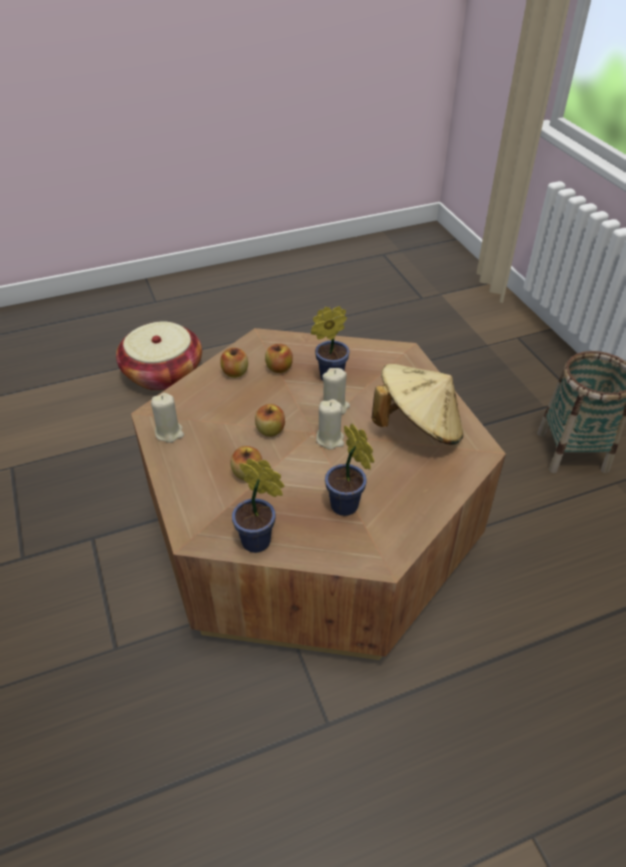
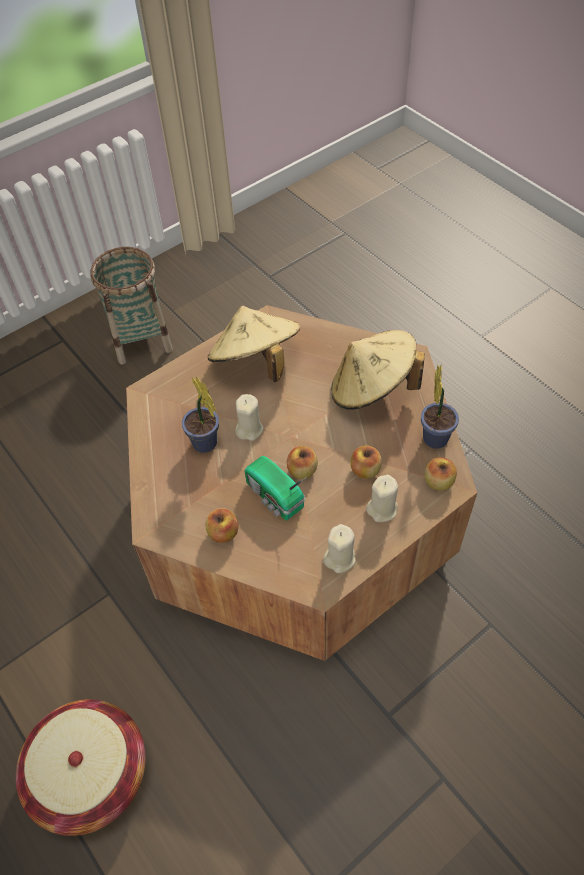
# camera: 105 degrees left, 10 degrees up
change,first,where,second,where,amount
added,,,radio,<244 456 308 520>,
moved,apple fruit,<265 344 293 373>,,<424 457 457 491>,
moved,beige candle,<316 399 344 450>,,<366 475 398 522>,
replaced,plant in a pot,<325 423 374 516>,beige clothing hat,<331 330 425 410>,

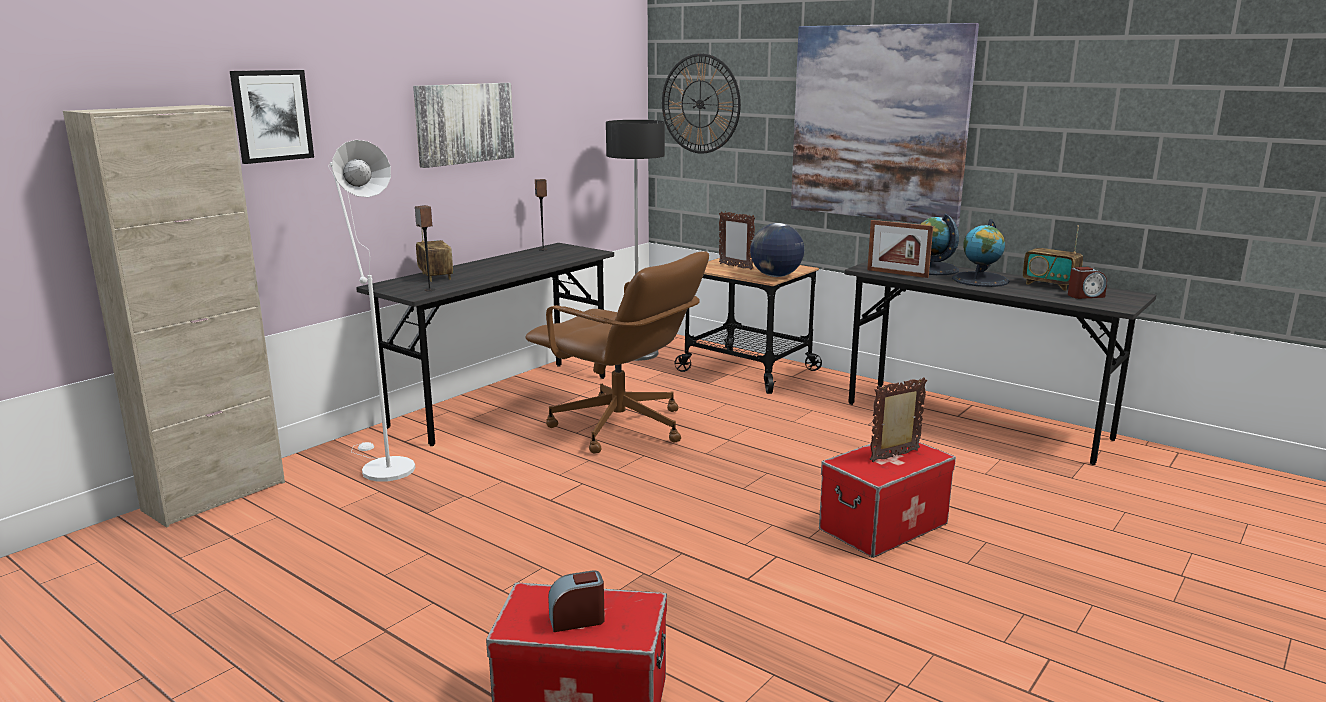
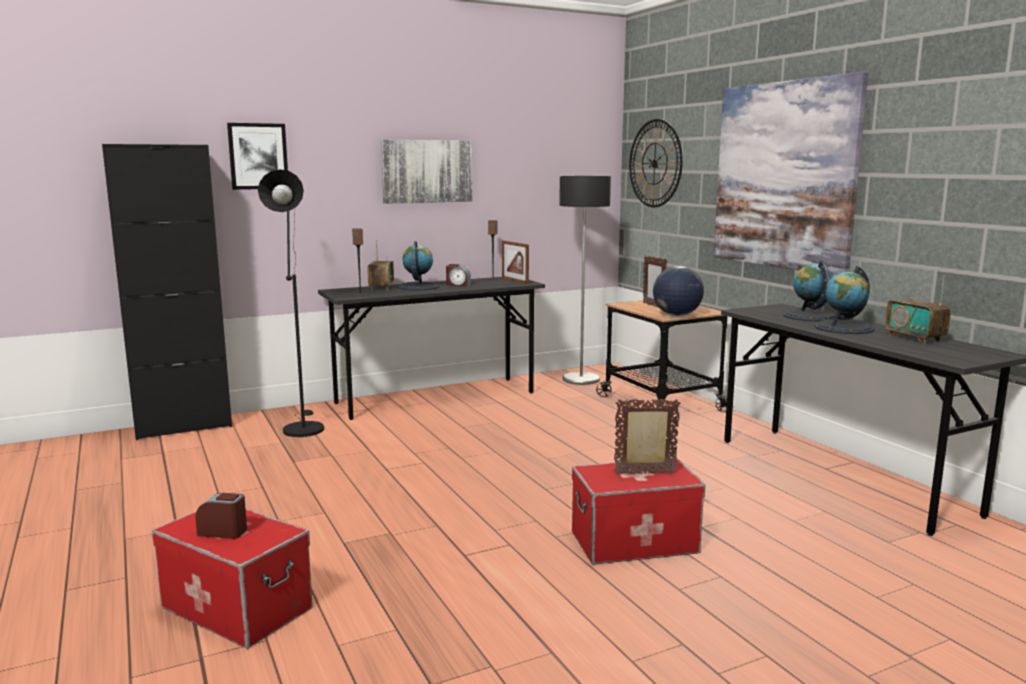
# camera: 25 degrees right, 5 degrees down
change,first,where,second,where,amount
removed,brownish desk chair,<525 251 709 453>,,,
added,,,world globe,<398 241 439 291>,
moved,picture frame,<867 220 933 278>,,<502 240 529 284>,
moved,table clock,<1068 267 1107 299>,,<446 264 471 287>,
recoloured,beige storage cabinet,<63 105 285 527>,black-coloured storage cabinet,<102 144 232 440>,
recoloured,white floor lamp,<328 140 415 482>,black-coloured floor lamp,<258 169 324 437>,

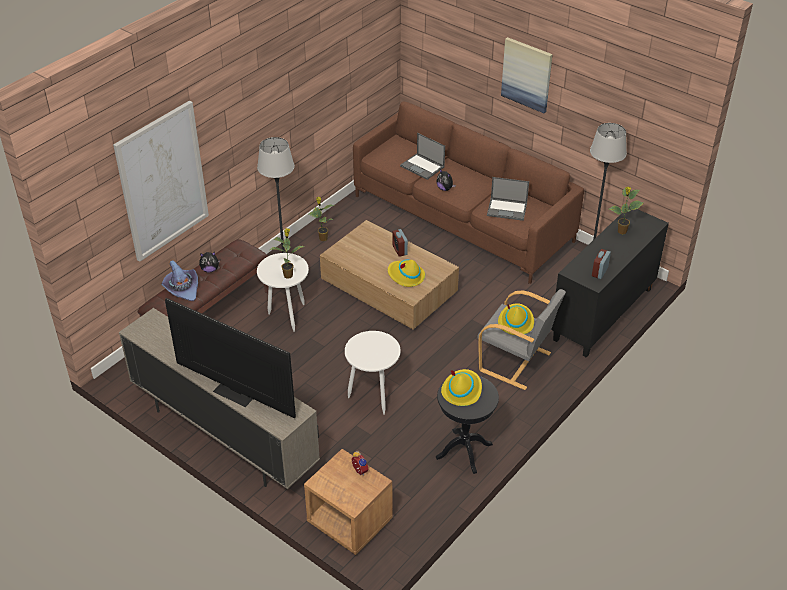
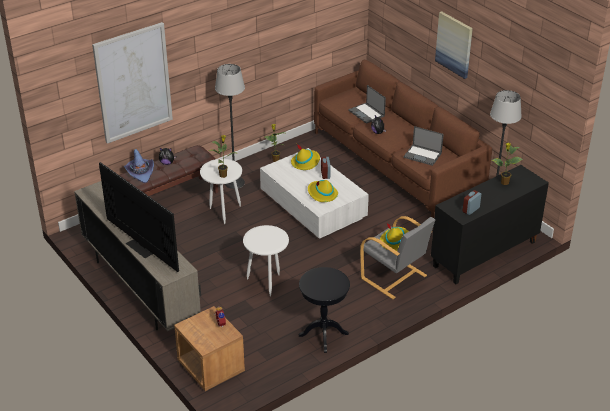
# camera: 15 degrees right, 5 degrees down
change,first,where,second,where,amount
moved,yellowish clothing hat,<441 369 482 406>,,<291 144 320 170>,
recoloured,brownish low table,<320 220 459 329>,white low table,<260 148 369 238>,

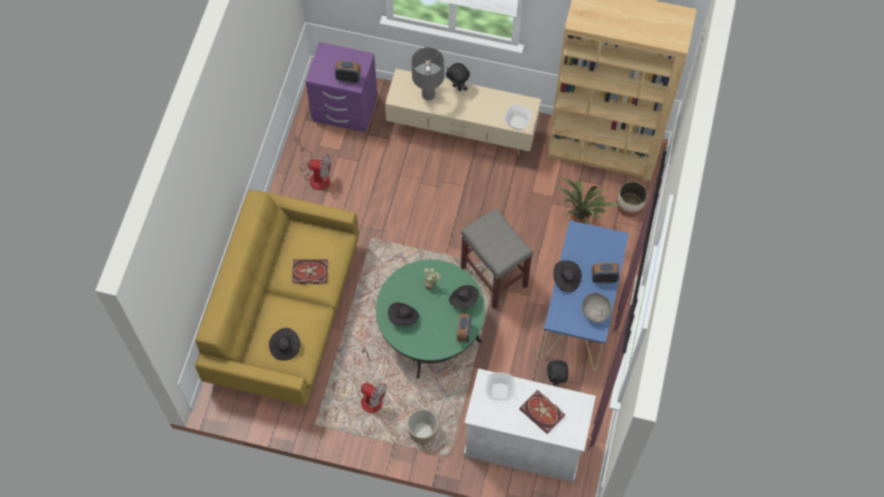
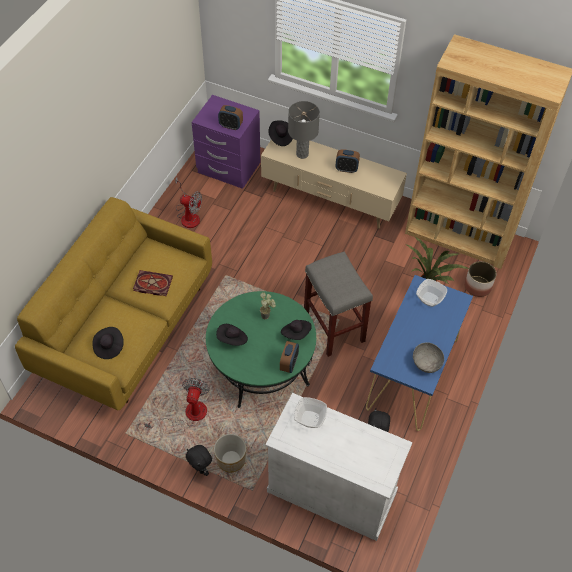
# camera: 10 degrees right, 10 degrees down
change,first,where,second,where,amount
removed,volume,<519 390 565 434>,,,
moved,black-coloured soft toy,<446 63 470 91>,,<186 445 212 476>,
moved,bowl,<504 105 532 130>,,<416 279 447 307>,
moved,black-coloured clothing hat,<554 260 582 292>,,<268 120 293 146>,
moved,table clock,<592 263 619 283>,,<336 149 360 173>,
turned,electric fan,<358 346 387 413>,,<144 378 210 431>,120 degrees counterclockwise

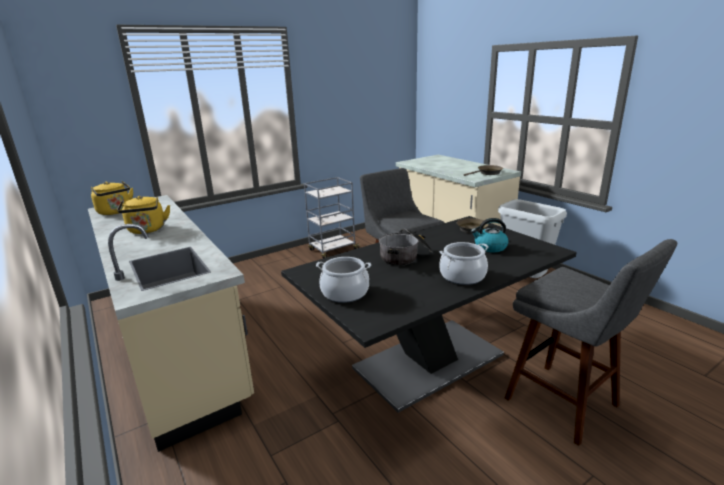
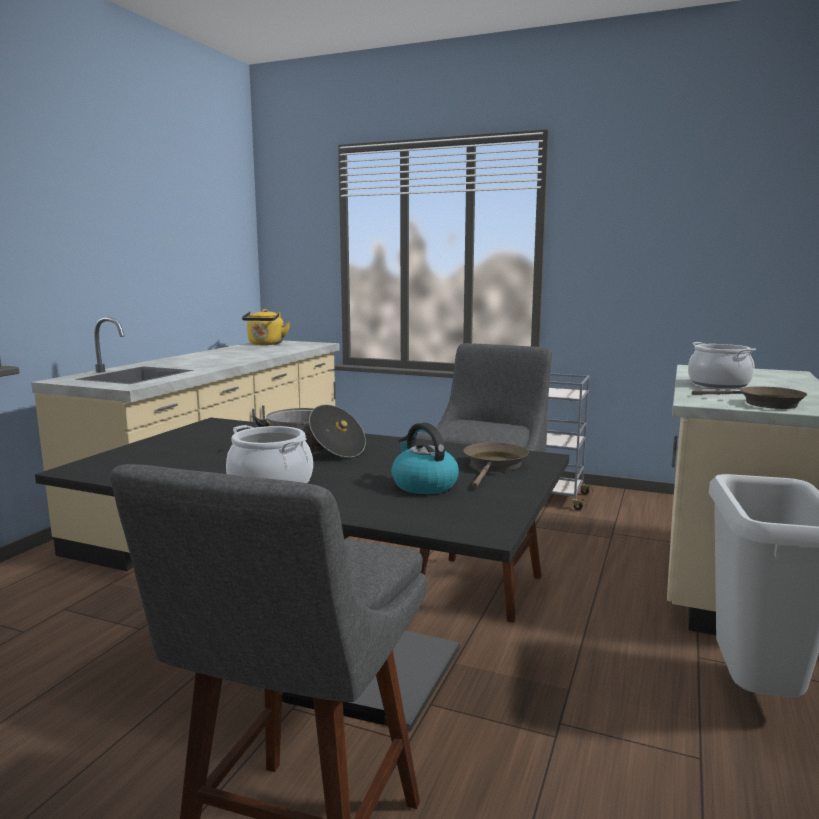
# camera: 55 degrees right, 10 degrees down
change,first,where,second,where,amount
removed,yellowish water kettle,<117 196 170 234>,,,
moved,saucepot,<316 257 371 303>,,<688 342 756 388>,

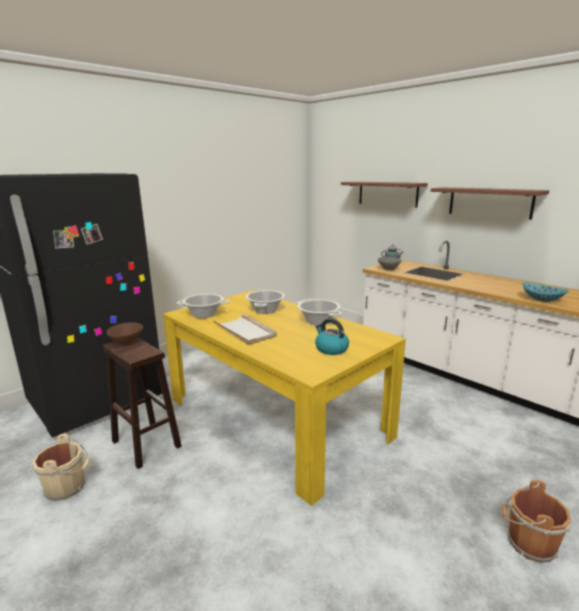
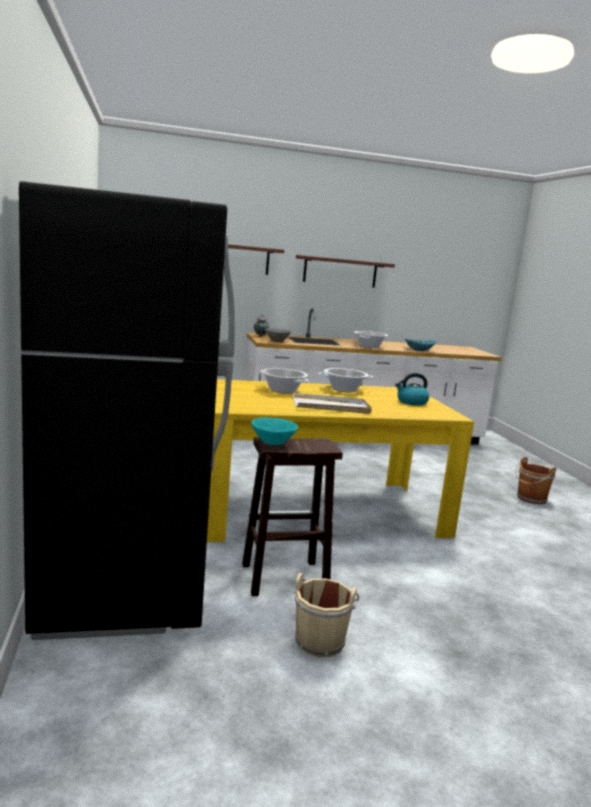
# camera: 60 degrees left, 5 degrees down
change,first,where,second,where,amount
moved,saucepot,<177 294 230 318>,,<354 331 388 348>,
recoloured,brownish bowl,<106 323 143 345>,turquoise bowl,<251 418 298 445>,

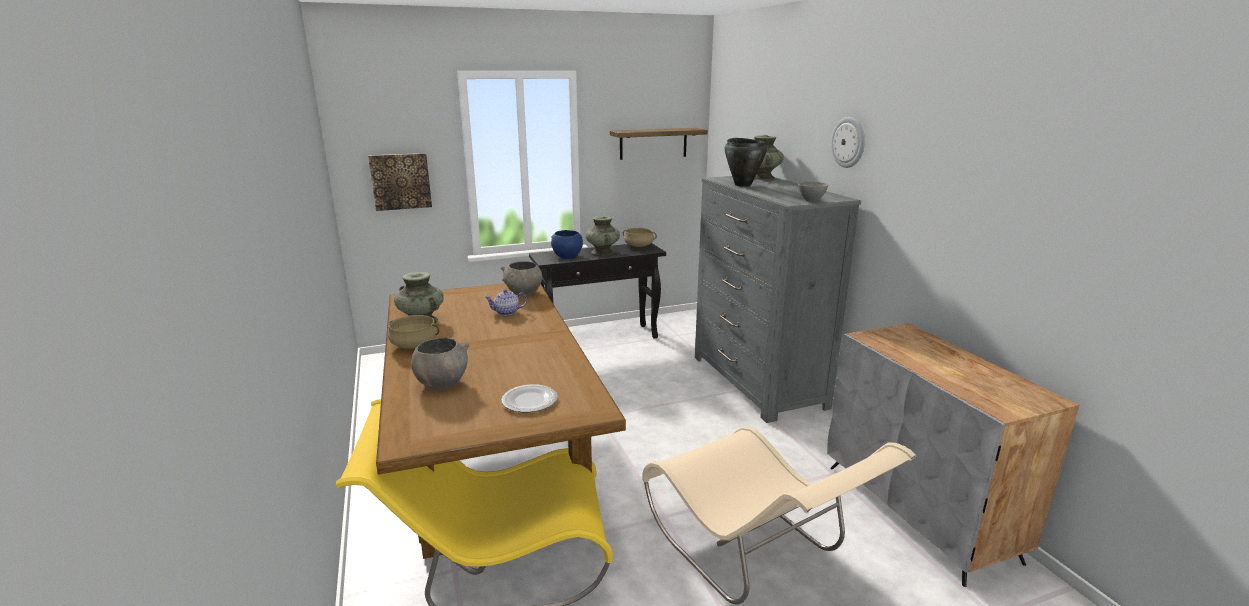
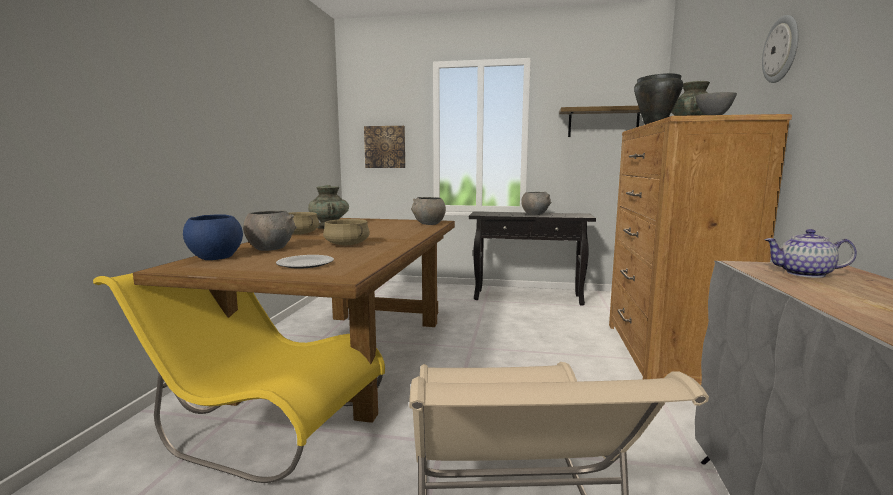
# camera: 30 degrees right, 10 degrees down
change,first,where,second,where,amount
moved,pot for tea,<485 289 527 316>,,<764 229 857 278>,
moved,blue-coloured bowl,<551 230 583 259>,,<183 215 243 260>,
moved,beige saucepot,<623 228 657 247>,,<323 219 370 245>,
replaced,turquoise vase,<585 216 620 255>,grey bowl,<521 192 551 215>,
recoloured,grey chest of drawers,<695 176 861 423>,brownish chest of drawers,<609 114 792 385>,

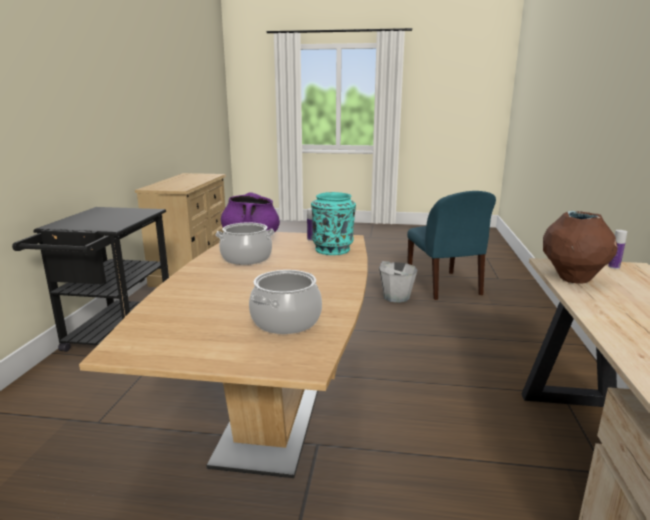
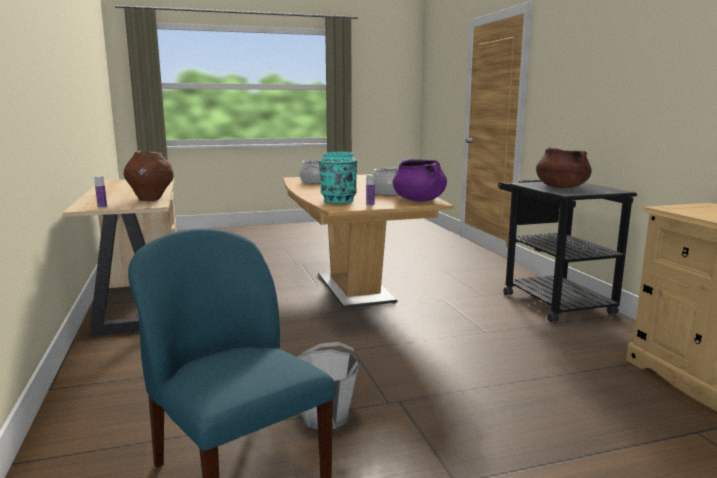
# camera: 155 degrees right, 5 degrees down
change,first,where,second,where,amount
added,,,brownish saucepot,<536 147 592 188>,

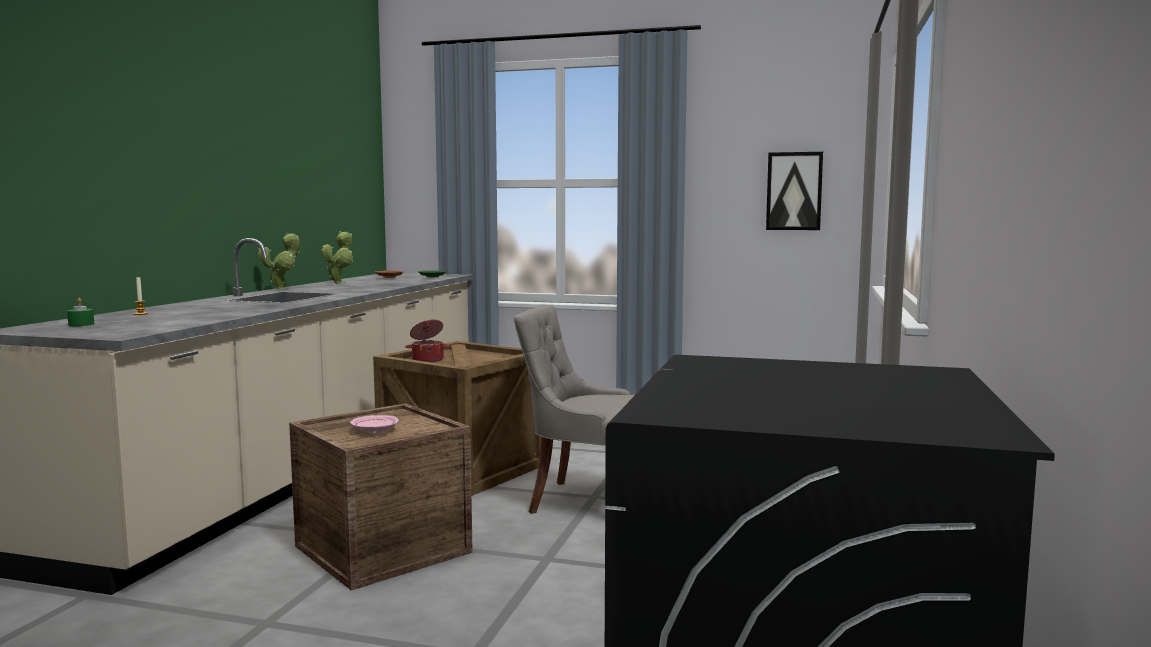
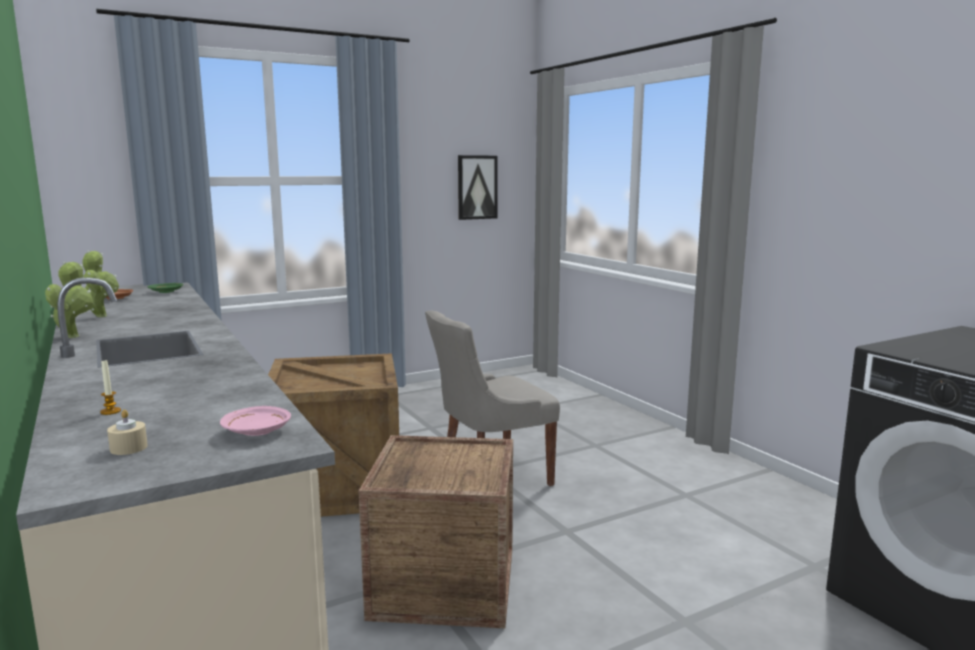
# camera: 45 degrees left, 5 degrees up
change,first,where,second,where,amount
removed,saucepot,<405 319 450 362>,,,
moved,pink dinner plate,<350 415 399 433>,,<220 406 291 436>,
recoloured,green-coloured candle,<67 298 94 326>,beige candle,<107 410 148 455>,

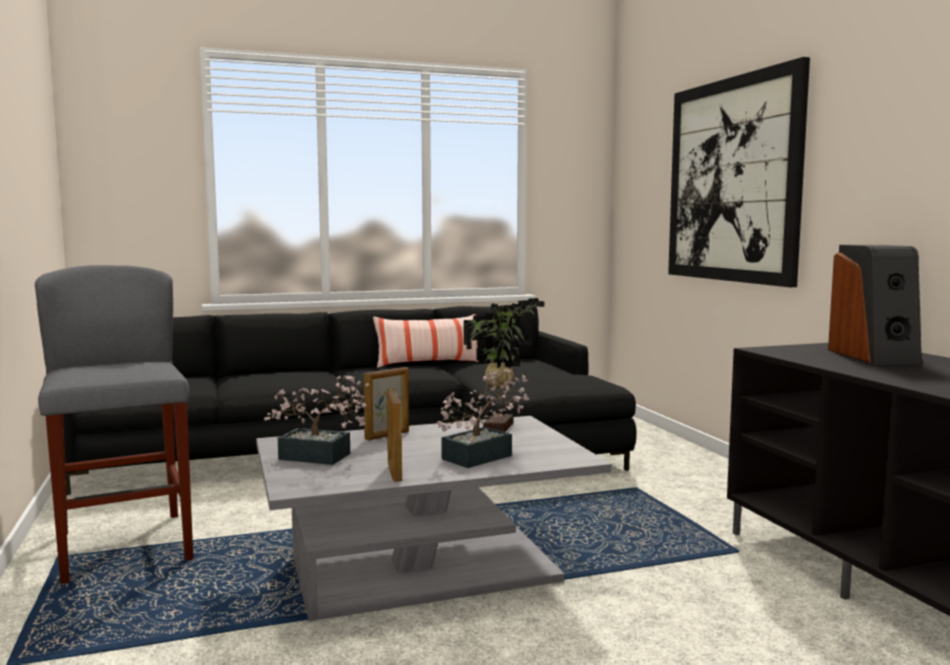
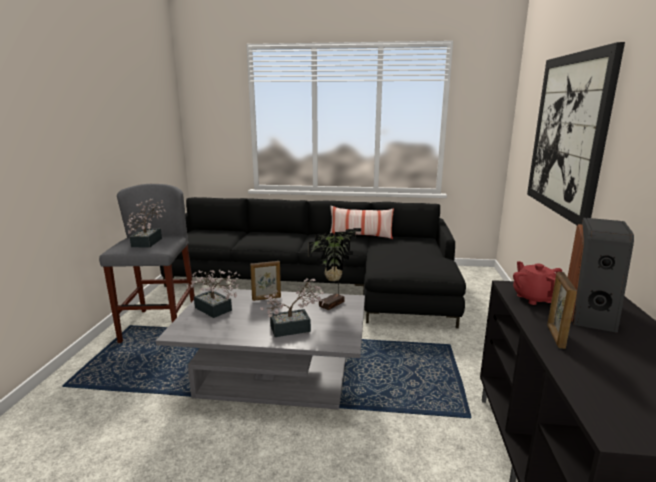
# camera: 25 degrees right, 10 degrees up
change,first,where,second,where,amount
added,,,plant in a pot,<127 199 166 248>,
added,,,red-coloured pot for tea,<513 261 562 305>,
moved,picture frame,<387 390 402 482>,,<547 272 577 349>,

